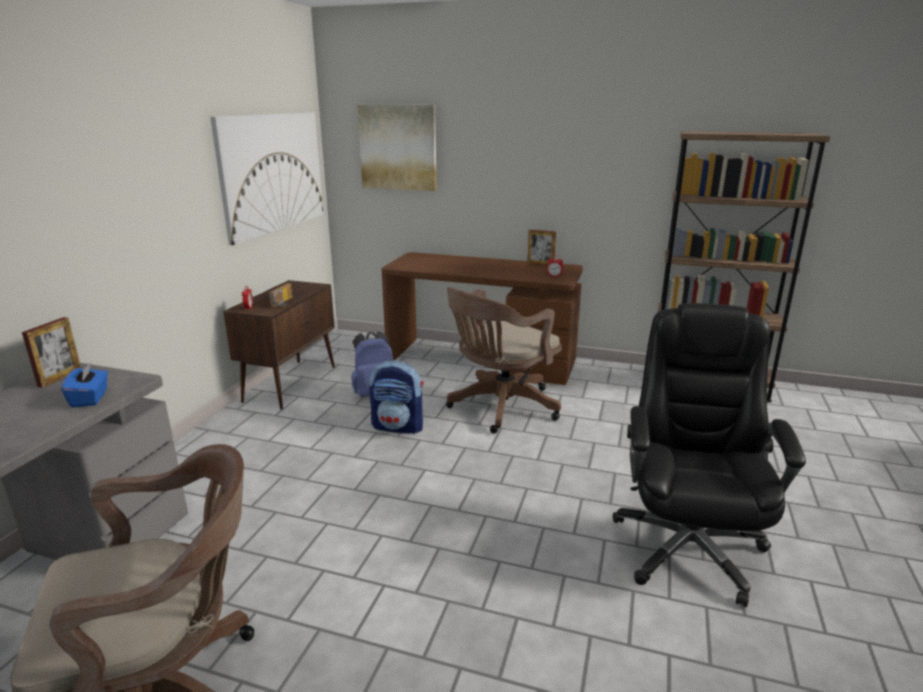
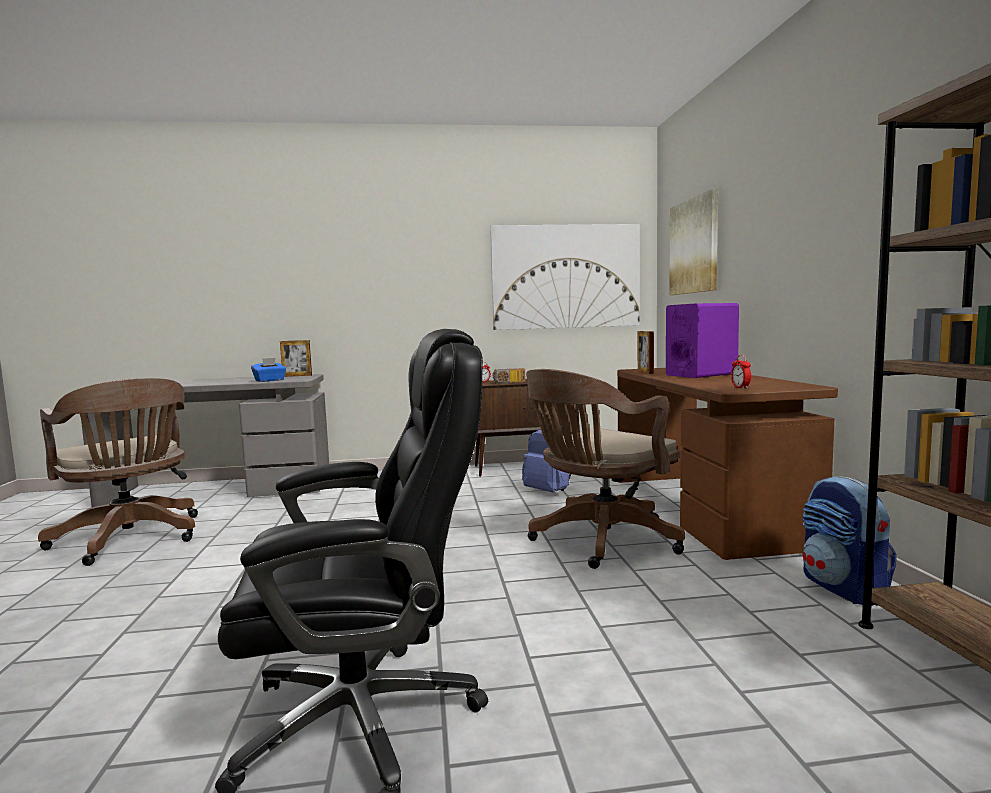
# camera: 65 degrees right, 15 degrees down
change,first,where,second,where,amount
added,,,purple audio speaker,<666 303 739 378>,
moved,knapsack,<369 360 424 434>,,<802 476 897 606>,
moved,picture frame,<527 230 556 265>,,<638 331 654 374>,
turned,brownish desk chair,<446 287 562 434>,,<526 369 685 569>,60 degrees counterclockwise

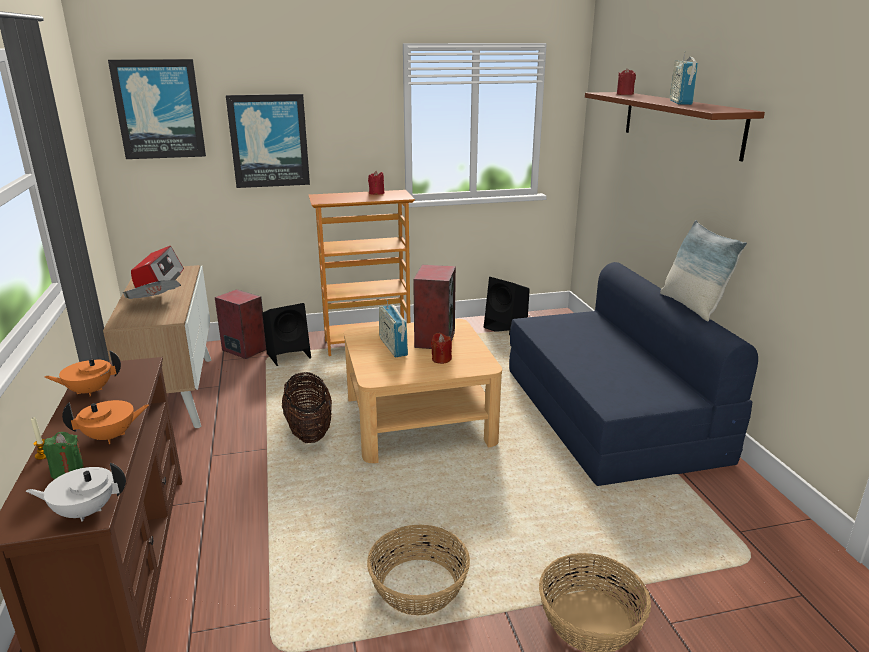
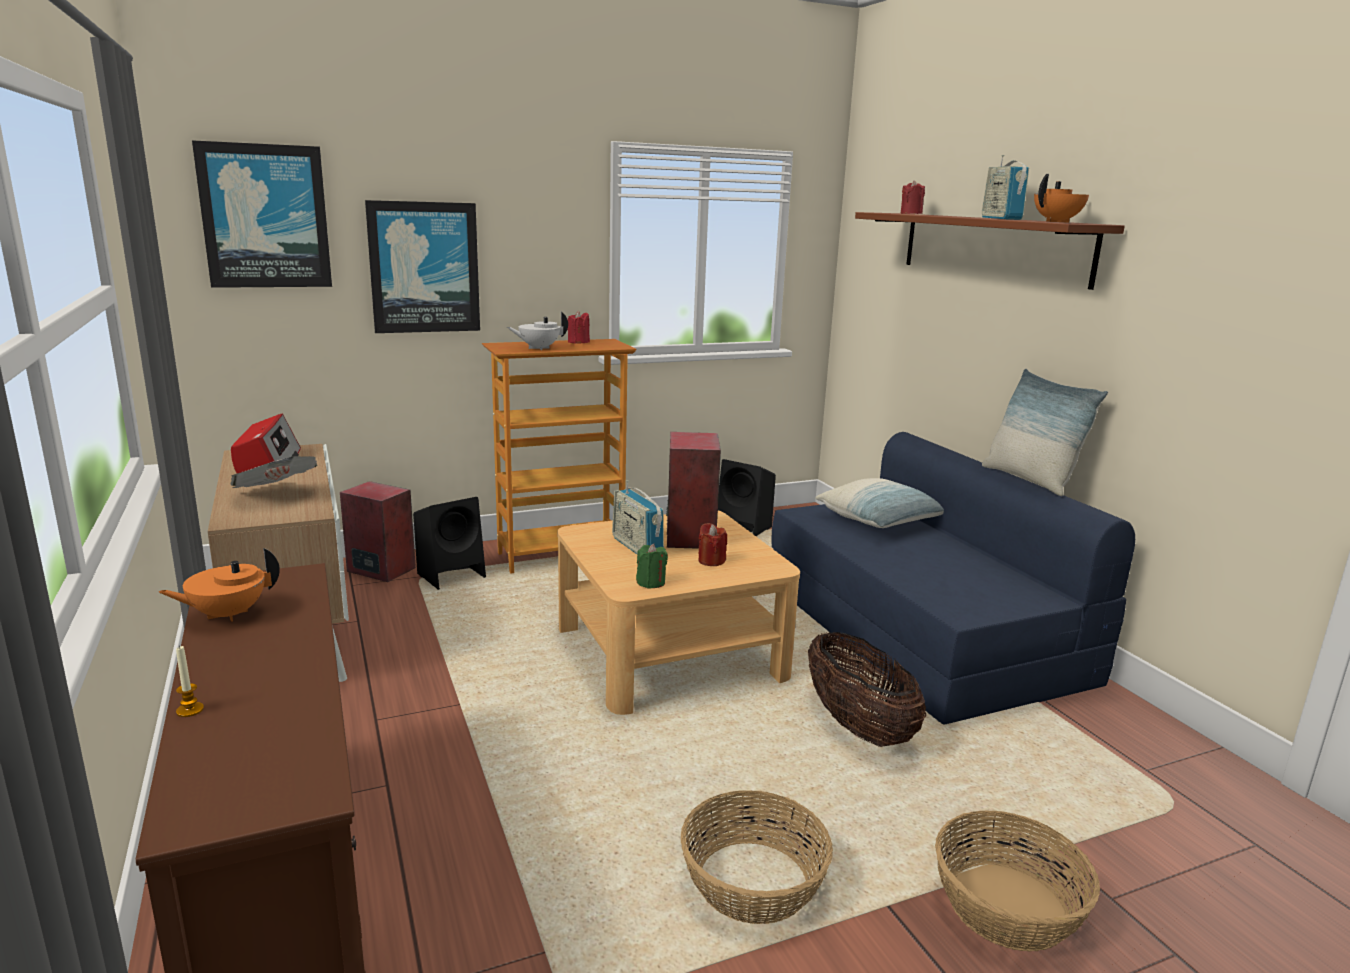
# camera: 10 degrees left, 5 degrees down
change,first,where,second,where,amount
added,,,throw pillow,<815 478 944 528>,
moved,white pot for tea,<26 463 126 522>,,<507 312 568 350>,
moved,green-coloured candle,<43 432 84 480>,,<636 544 668 588>,
moved,orange-coloured pot for tea,<62 400 149 444>,,<1034 174 1089 223>,
moved,basket,<282 372 332 443>,,<808 632 926 747>,

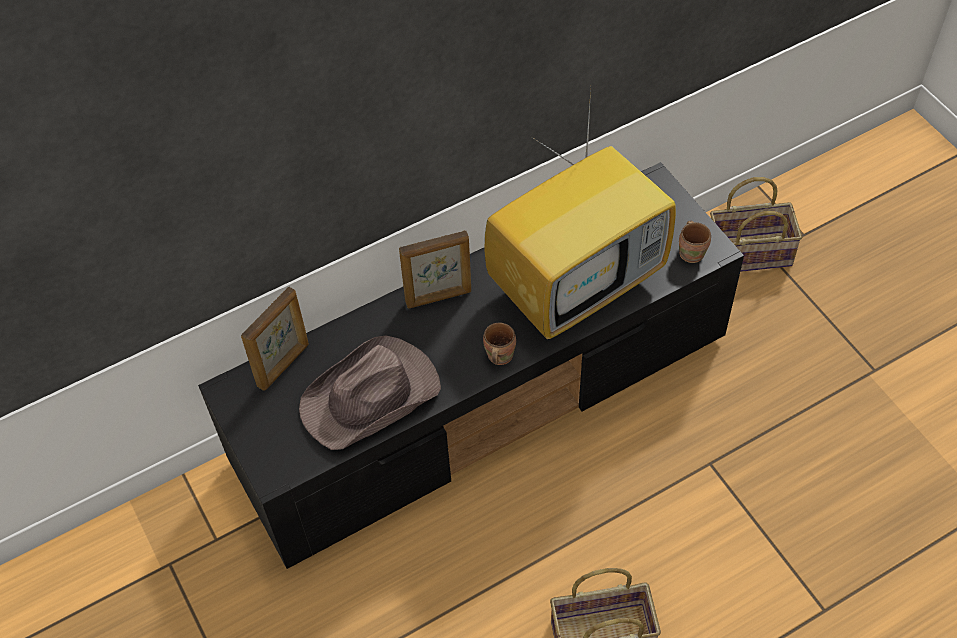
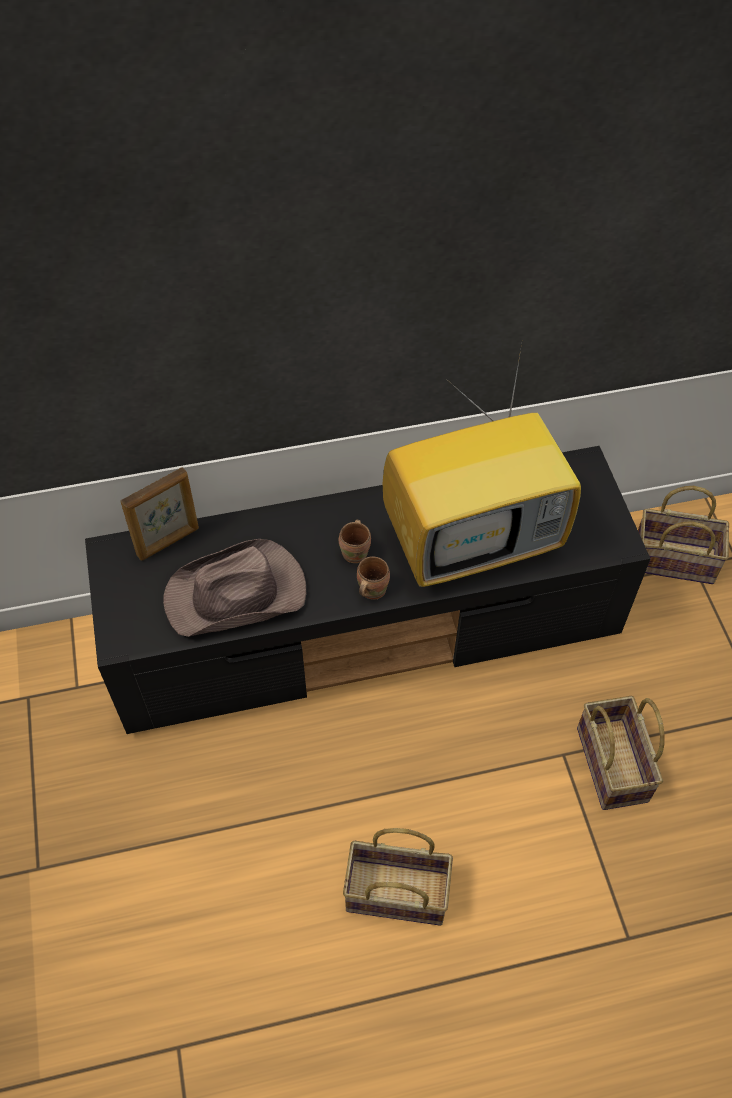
# camera: 15 degrees right, 0 degrees up
change,first,where,second,where,amount
removed,picture frame,<399 231 471 308>,,,
added,,,basket,<577 696 665 810>,
moved,brownish mug,<679 221 711 263>,,<339 520 371 563>,

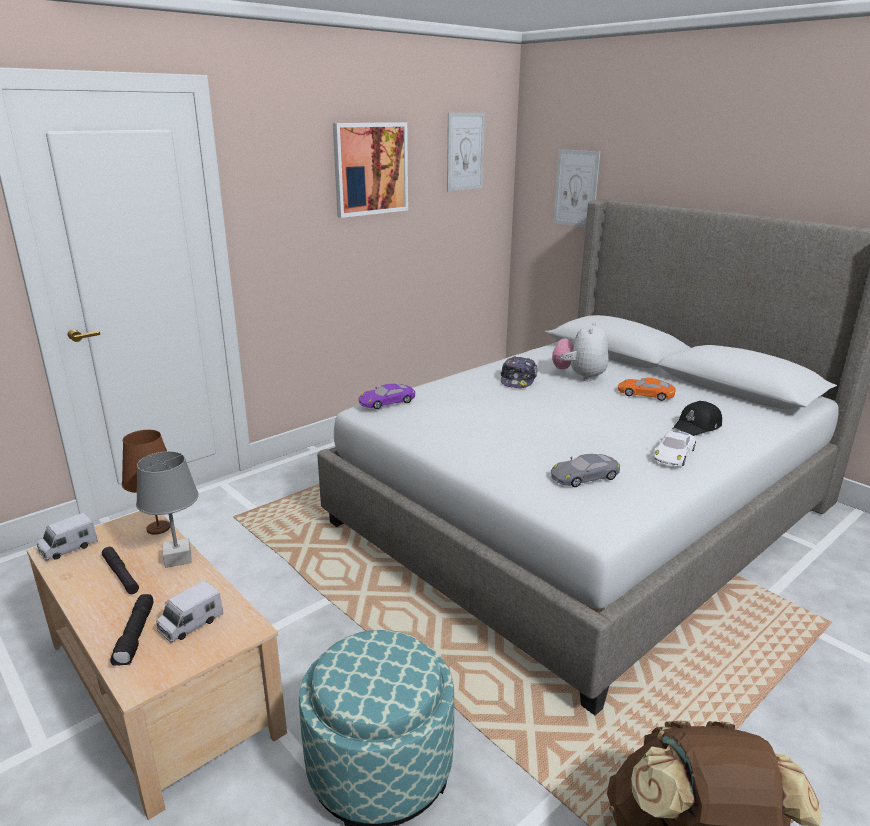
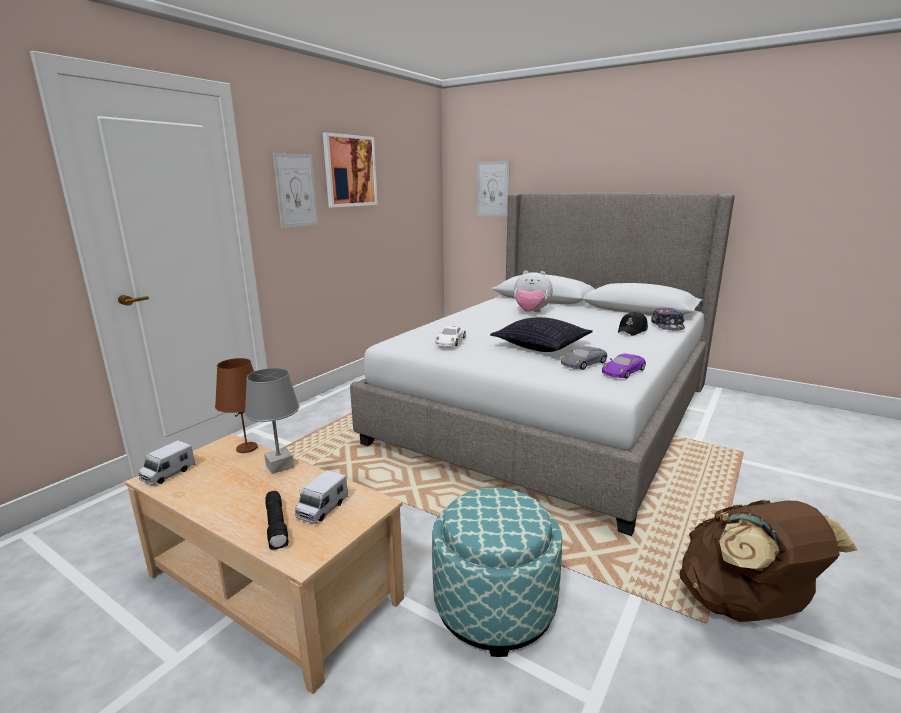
# camera: 15 degrees left, 5 degrees down
change,first,where,second,where,amount
removed,black-coloured flashlight,<102 547 139 594>,,,
removed,orange-coloured model car,<618 378 676 401>,,,
added,,,throw pillow,<490 317 593 352>,
moved,purple model car,<359 384 415 409>,,<602 354 646 379>,
moved,wall art,<447 113 485 191>,,<273 153 318 228>,
moved,baseball cap,<500 356 537 388>,,<651 308 685 331>,
moved,white model car,<652 431 696 467>,,<435 326 466 346>,
turned,soft toy,<552 321 609 381>,,<514 270 553 312>,75 degrees counterclockwise

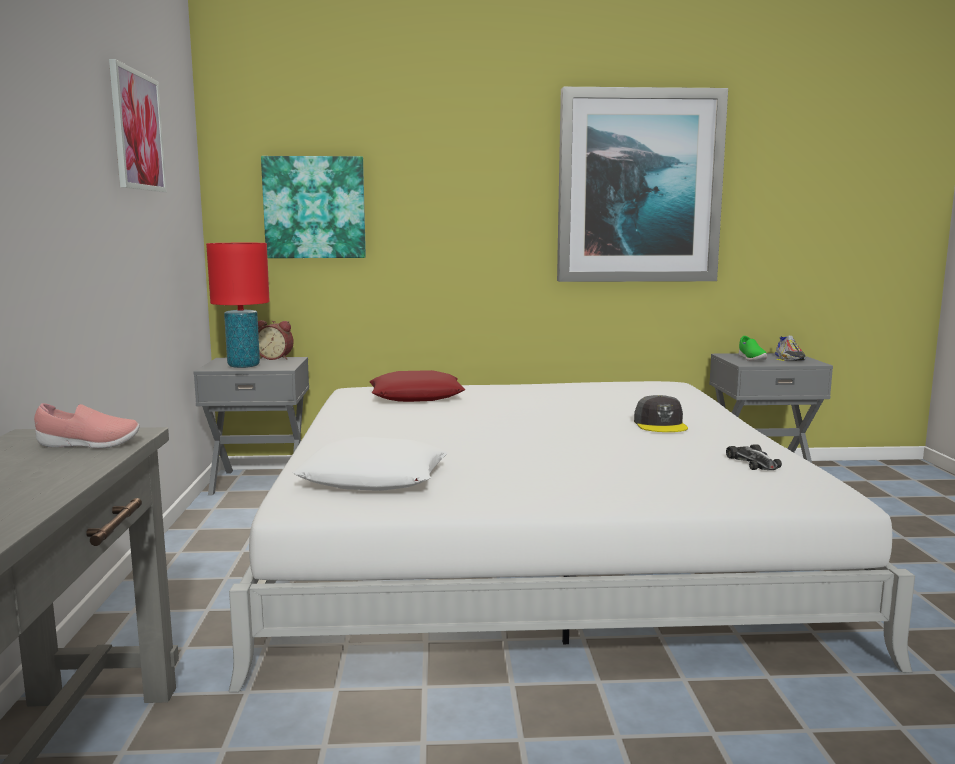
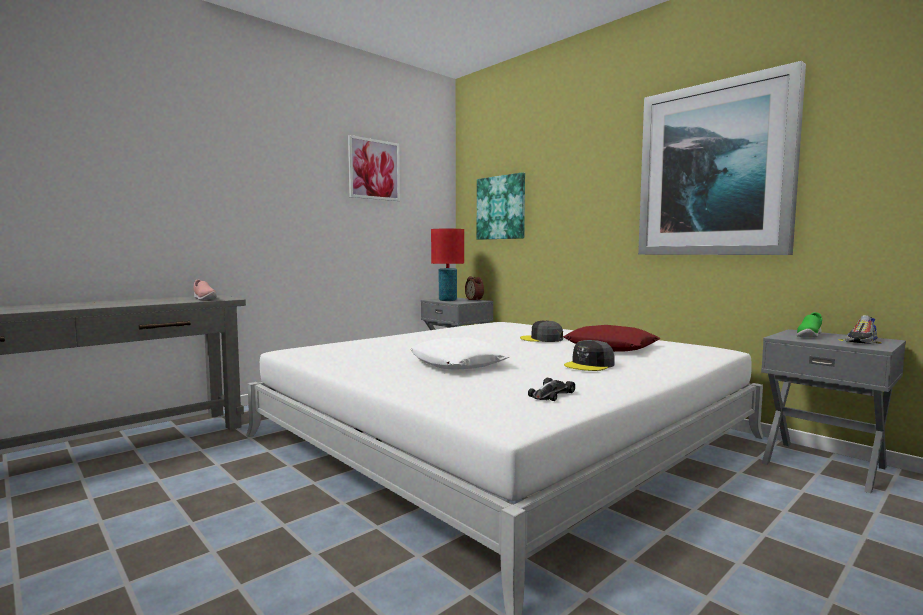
# camera: 50 degrees right, 5 degrees down
change,first,where,second,where,amount
added,,,grey baseball cap,<520 320 563 342>,
moved,white throw pillow,<293 437 448 491>,,<410 337 510 370>,
moved,red-coloured throw pillow,<369 370 465 402>,,<563 325 660 352>,

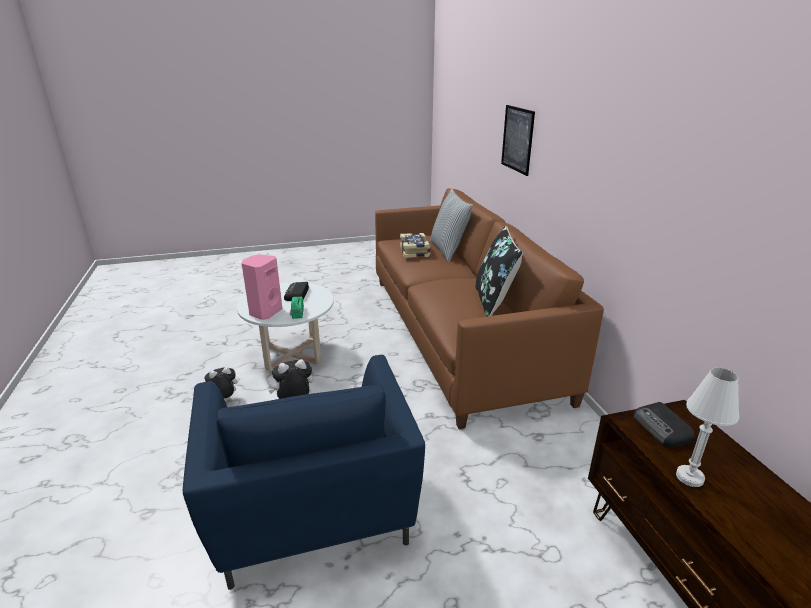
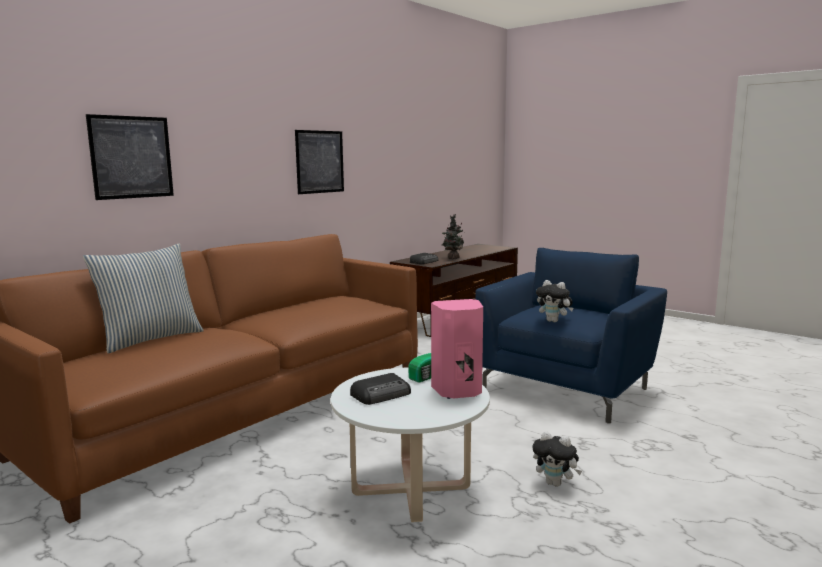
# camera: 125 degrees left, 15 degrees down
change,first,where,second,where,amount
removed,volume,<400 233 431 258>,,,
removed,black-coloured throw pillow,<475 226 523 317>,,,
added,,,wall art,<295 130 344 194>,
replaced,white lamp for a table,<676 368 739 487>,plant in a pot,<442 214 464 259>,

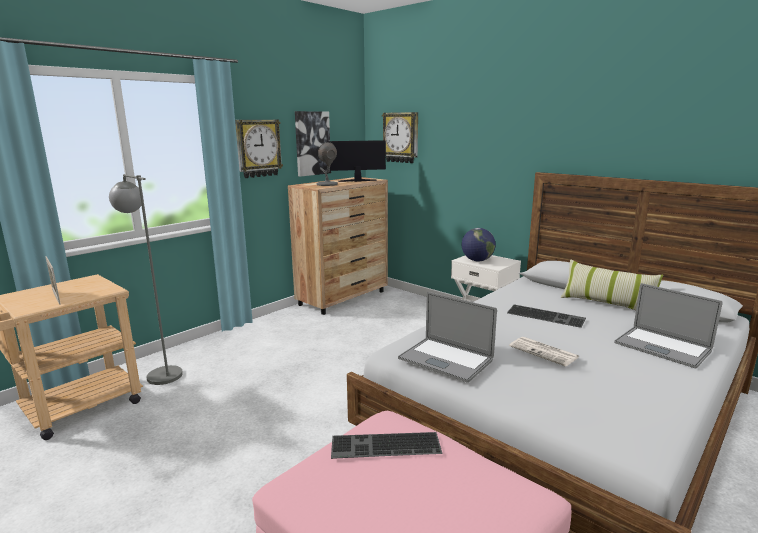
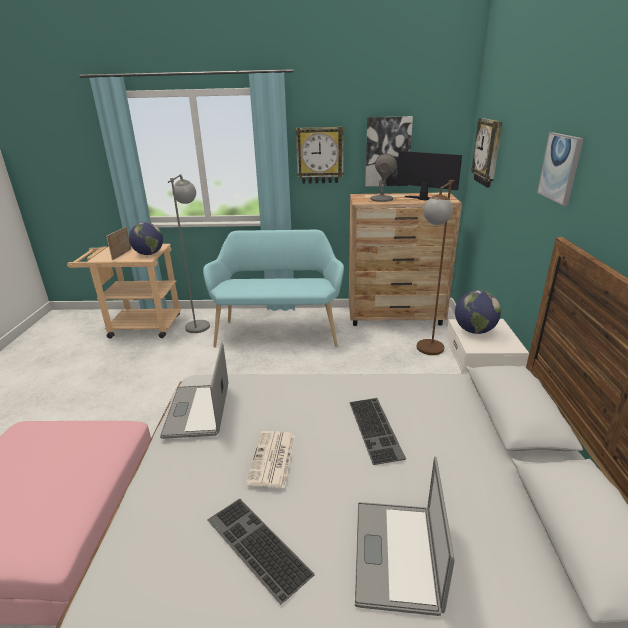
# camera: 50 degrees right, 10 degrees up
change,first,where,second,where,amount
removed,throw pillow,<561 260 663 310>,,,
added,,,world globe,<129 222 163 255>,
added,,,turquoise long seat,<203 230 344 347>,
added,,,brownish floor lamp,<417 180 454 355>,
added,,,wall art,<537 132 584 206>,
moved,keyboard,<331 432 443 459>,,<207 499 315 605>,

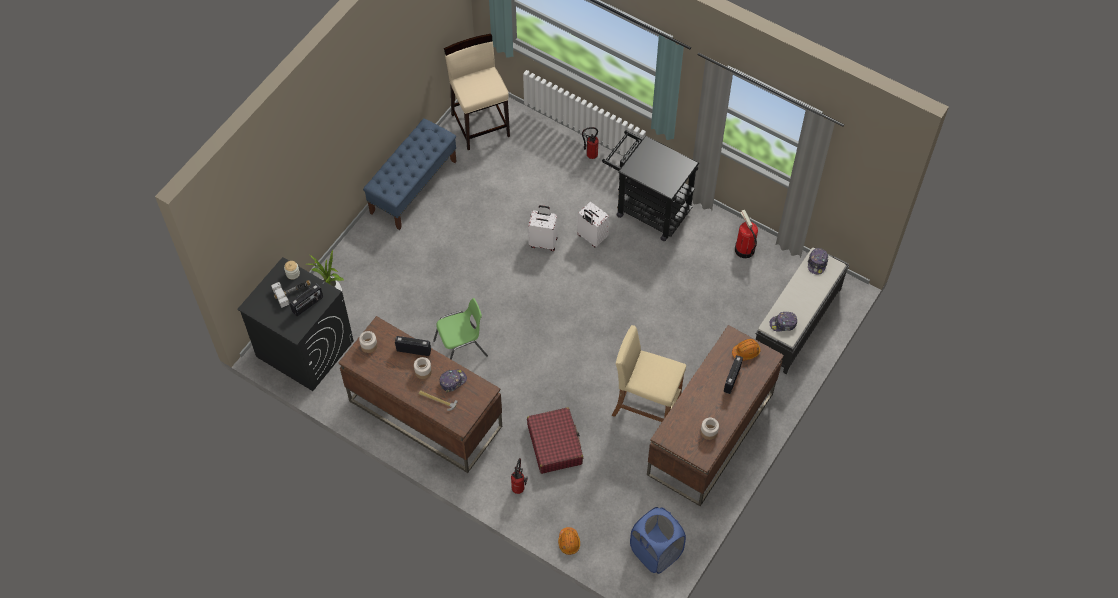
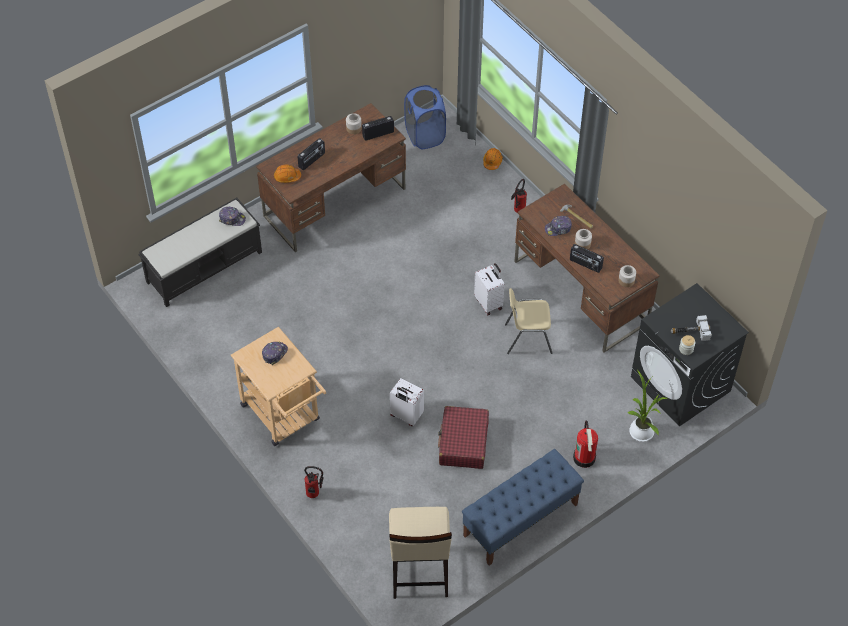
# camera: 160 degrees left, 5 degrees down
change,first,where,second,where,amount
removed,beige stool seat,<612 325 686 422>,,,
moved,radio,<290 283 323 316>,,<362 116 394 141>,
moved,red-coloured piece of luggage,<527 407 583 474>,,<438 406 489 469>,
moved,white piece of luggage,<577 202 609 247>,,<474 263 505 315>,
moved,extinguisher,<735 210 758 258>,,<573 420 598 468>,
moved,baseball cap,<808 248 828 274>,,<262 341 288 365>,
recoloured,green-coloured plain chair,<433 298 488 360>,beige plain chair,<505 288 553 354>,
recoloured,black-coloured wheeled cart,<602 130 699 241>,beige wheeled cart,<231 327 326 446>,

